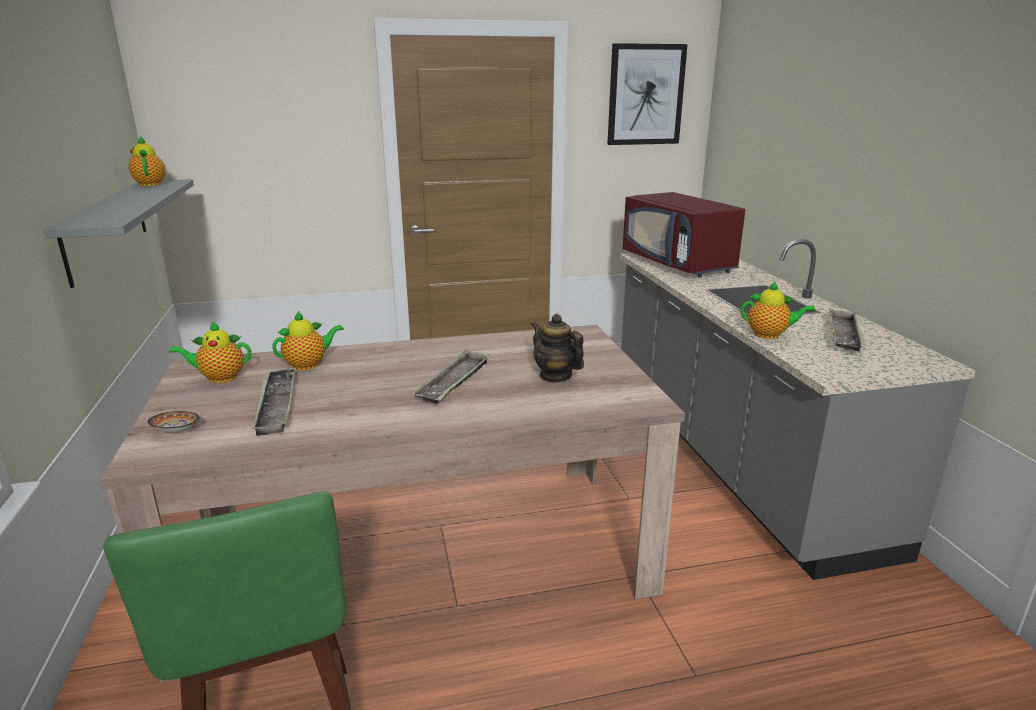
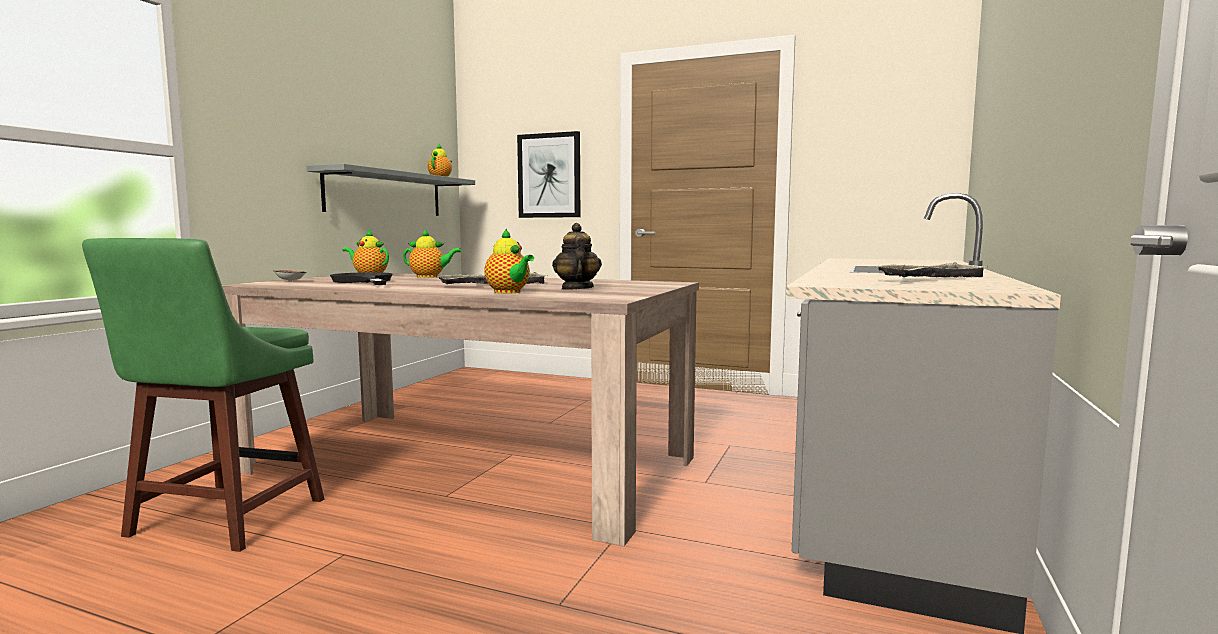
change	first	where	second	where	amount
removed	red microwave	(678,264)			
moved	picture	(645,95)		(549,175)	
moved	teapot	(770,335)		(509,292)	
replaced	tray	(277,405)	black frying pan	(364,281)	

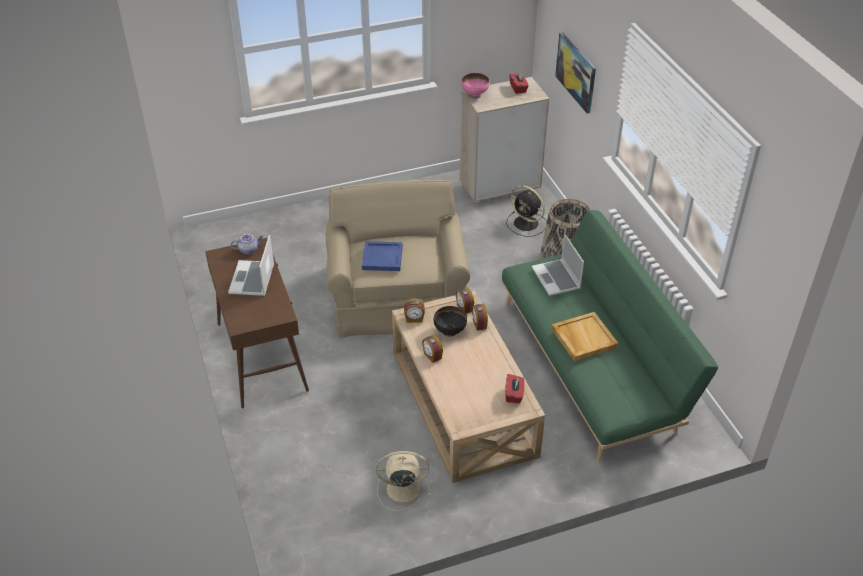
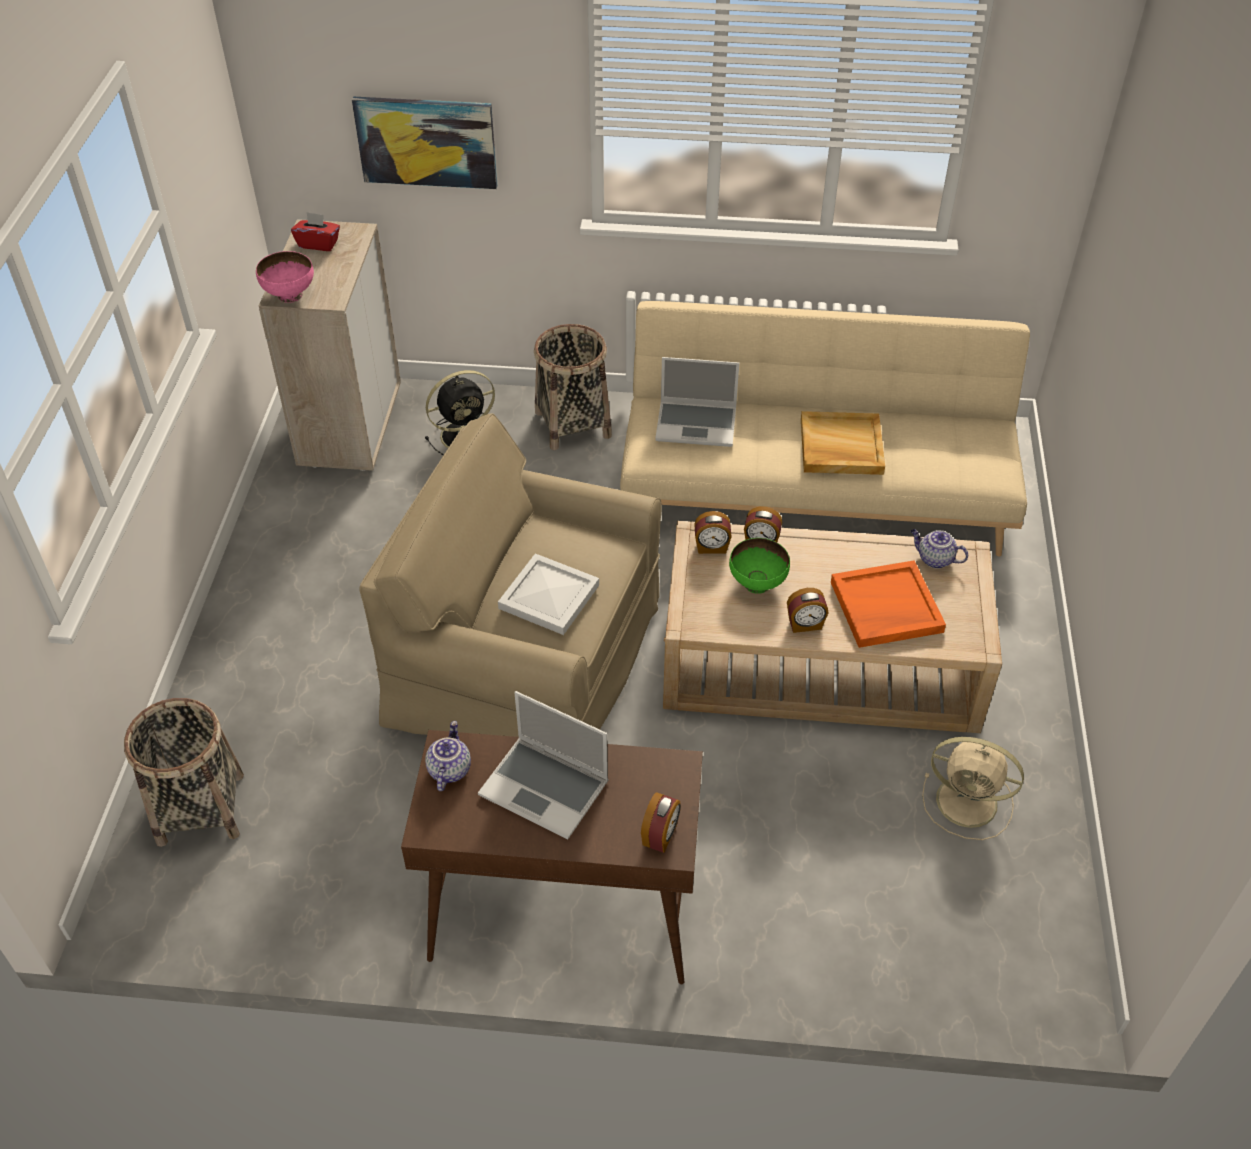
change	first	where	second	where	amount
added			basket	(200,808)	
added			orange tray	(885,608)	
moved	alarm clock	(414,319)		(660,835)	
replaced	red tissue box	(514,394)	teapot	(934,559)	
recoloured	blue tray	(382,257)	white tray	(547,597)	
recoloured	black bowl	(450,331)	green bowl	(758,583)	
recoloured	green sofa	(593,364)	beige sofa	(815,486)	
turned	beige fan	(401,489)		(969,803)	90 degrees counterclockwise

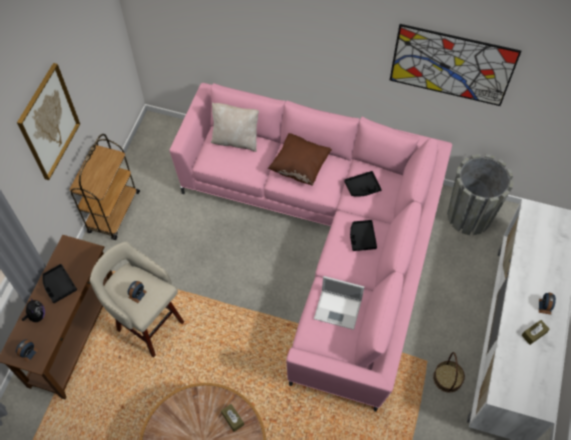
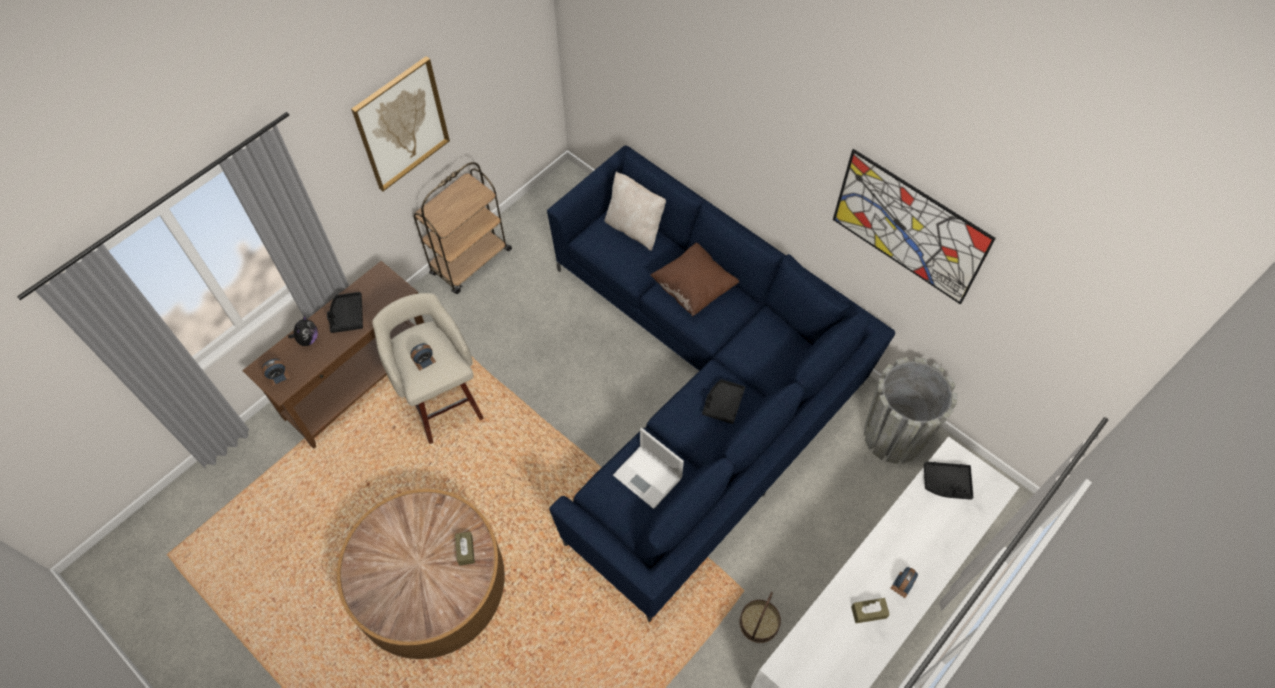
change	first	where	second	where	amount
moved	black tray	(362,187)		(946,483)	
recoloured	pink sofa	(326,238)	blue sofa	(698,390)	

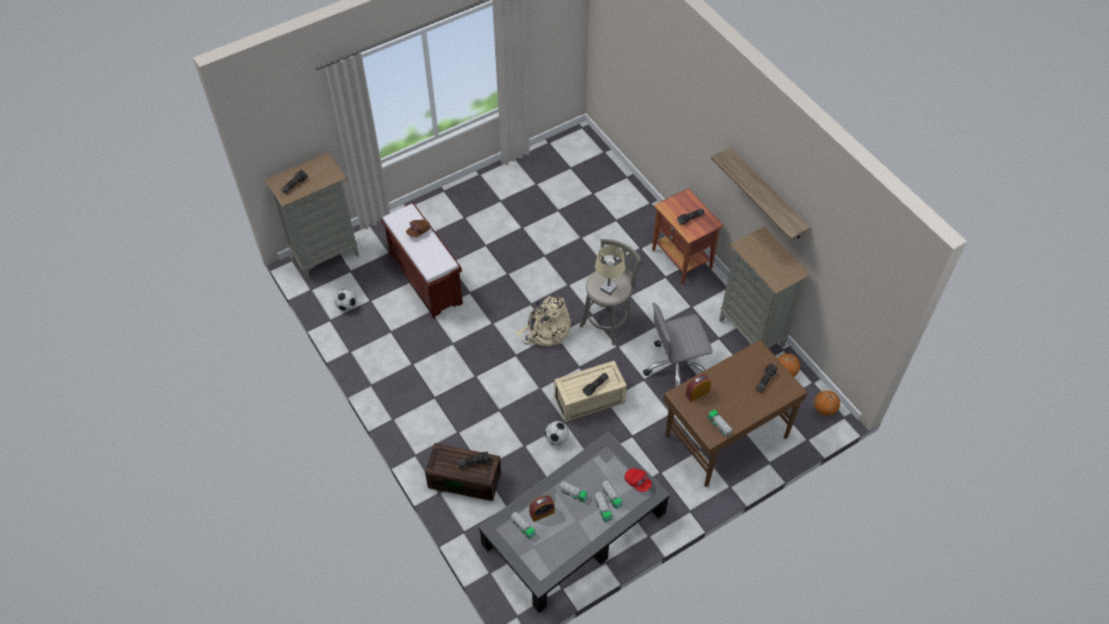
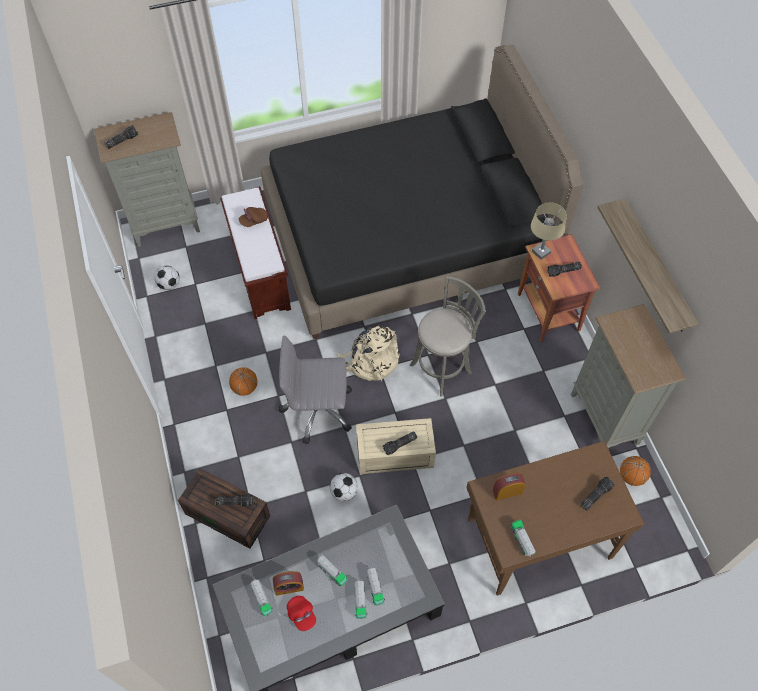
change	first	where	second	where	amount
added			black bed	(406,237)	
moved	beige table lamp	(608,288)		(540,252)	
moved	red cap	(637,482)		(301,615)	
moved	grey office chair	(675,367)		(318,410)	
moved	basketball	(824,409)		(245,388)	

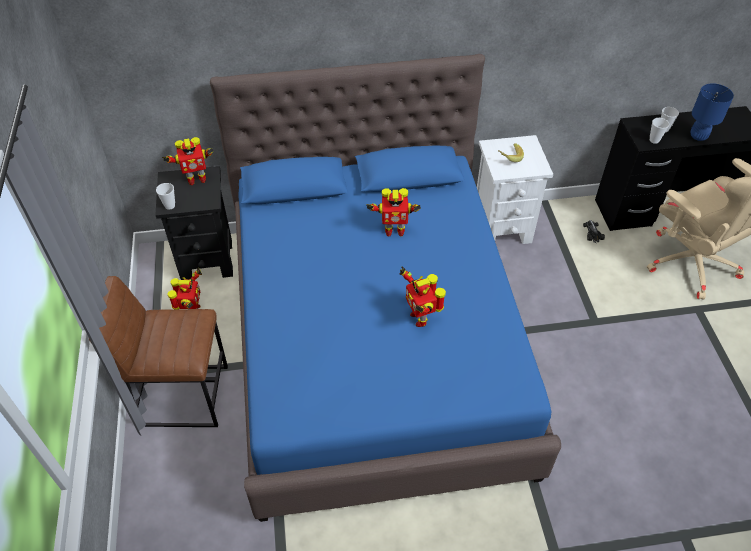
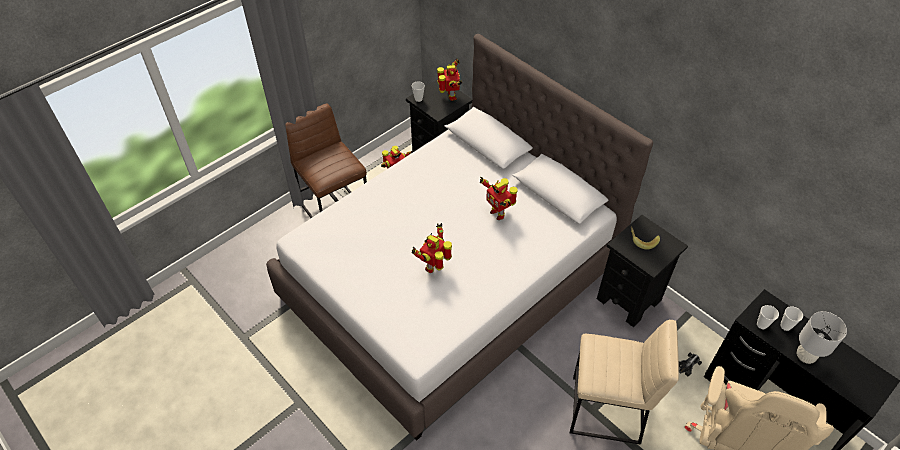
change	first	where	second	where	amount
added			beige chair	(607,410)	
recoloured	blue bed	(375,344)	white bed	(450,281)	
recoloured	white nightstand	(503,228)	black nightstand	(628,300)	
recoloured	blue table lamp	(697,136)	grey table lamp	(805,356)	
turned	toy robot	(196,179)		(450,96)	135 degrees counterclockwise

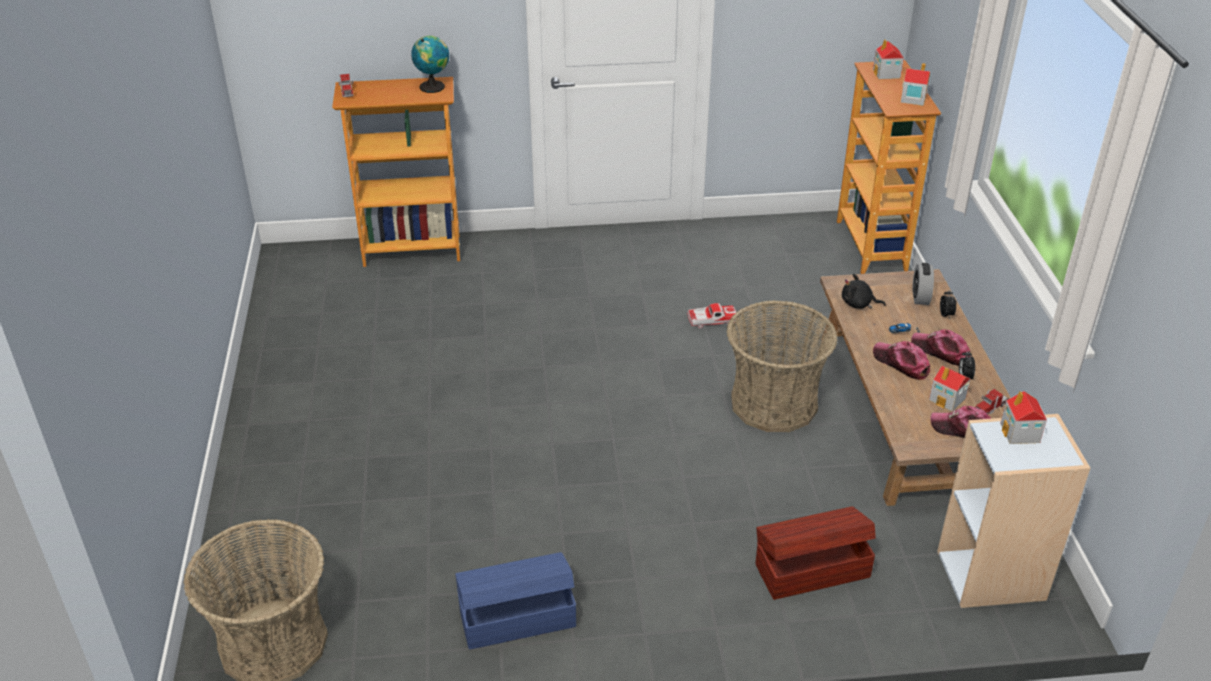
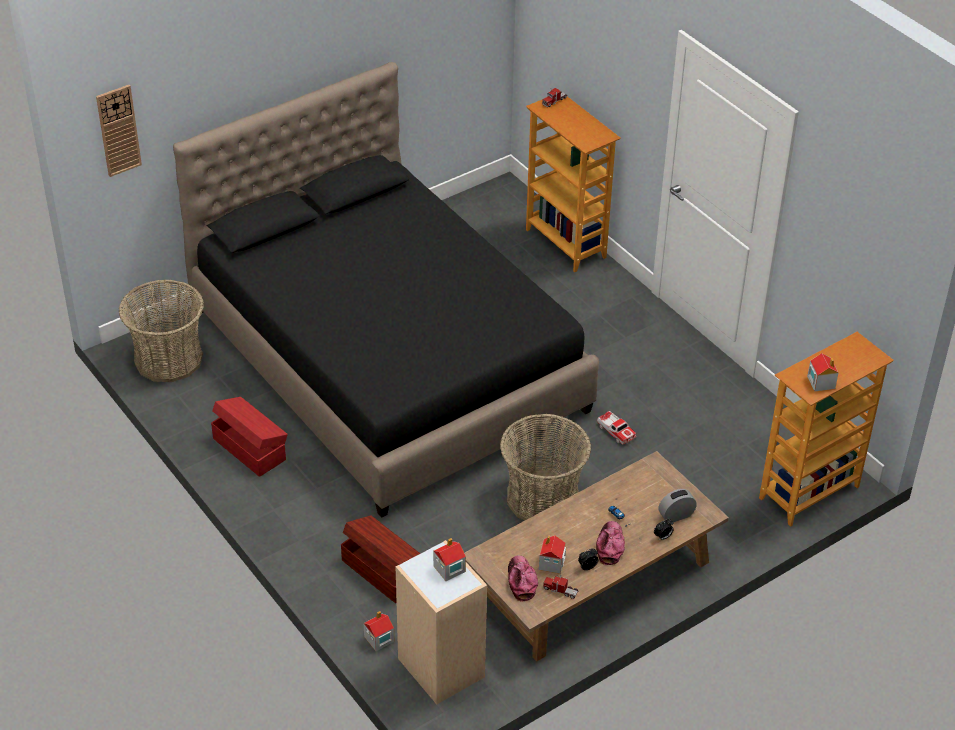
change	first	where	second	where	amount
removed	globe	(433,86)			
removed	black plush toy	(858,304)			
removed	cap	(901,363)			
added			wall clock	(118,130)	
added			black bed	(387,359)	
moved	toy house	(886,74)		(378,639)	
recoloured	blue storage box	(516,617)	red storage box	(249,448)	

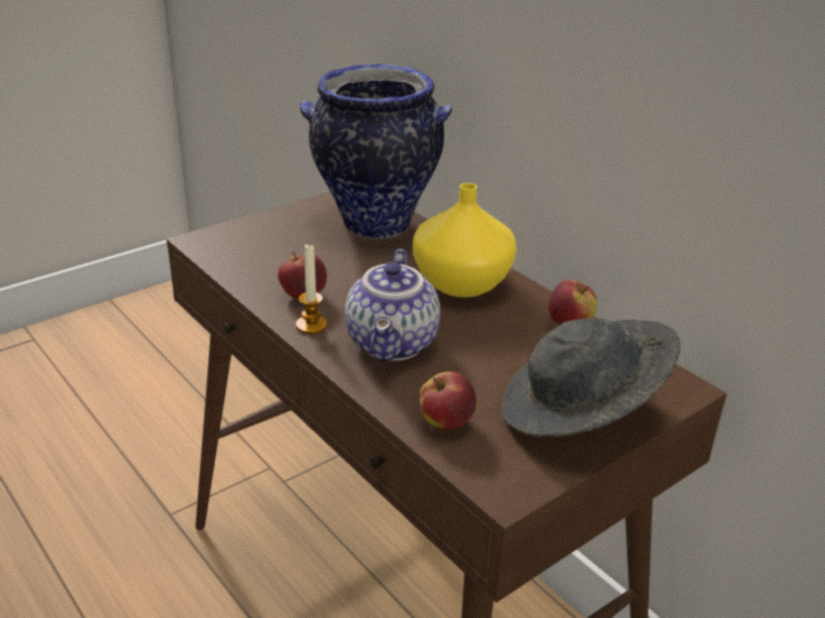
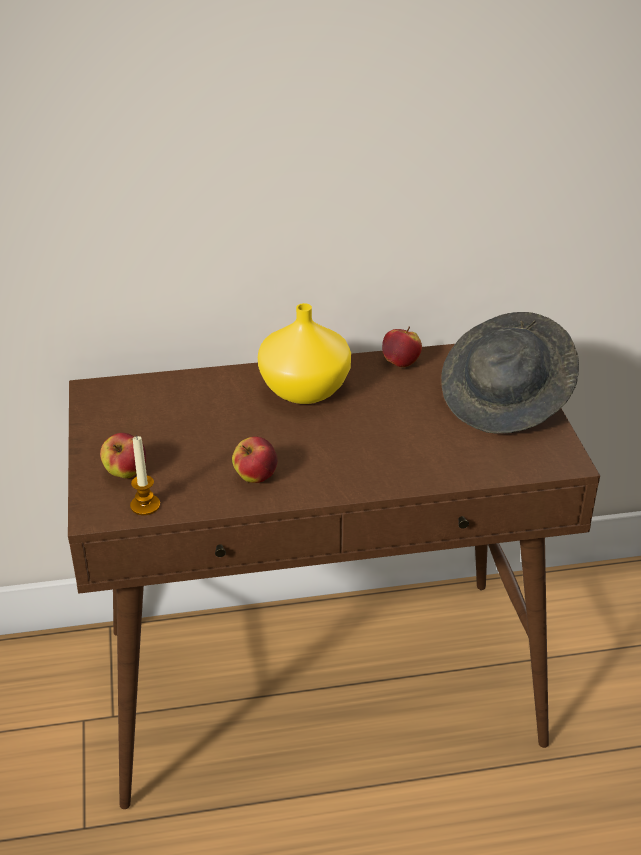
change	first	where	second	where	amount
removed	vase	(374,225)			
removed	teapot	(394,344)			
moved	candle	(311,325)		(145,505)	
moved	apple	(446,422)		(125,473)	

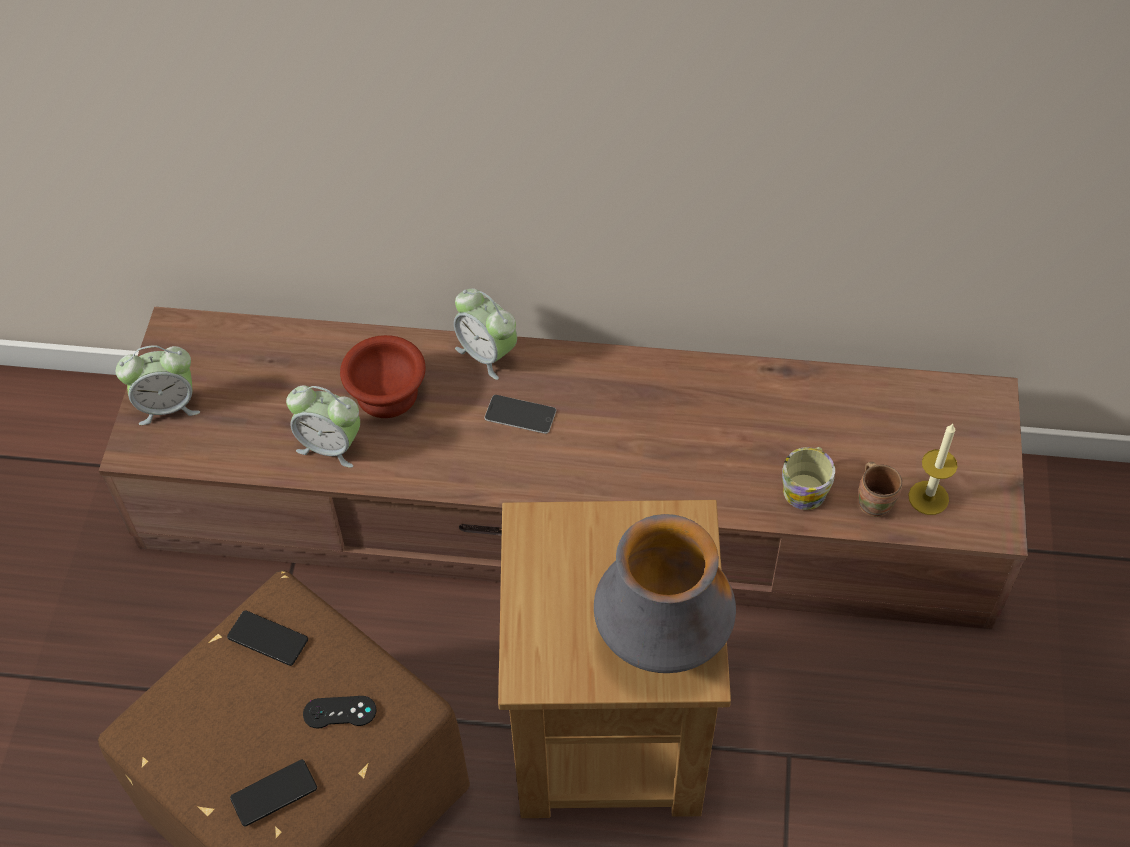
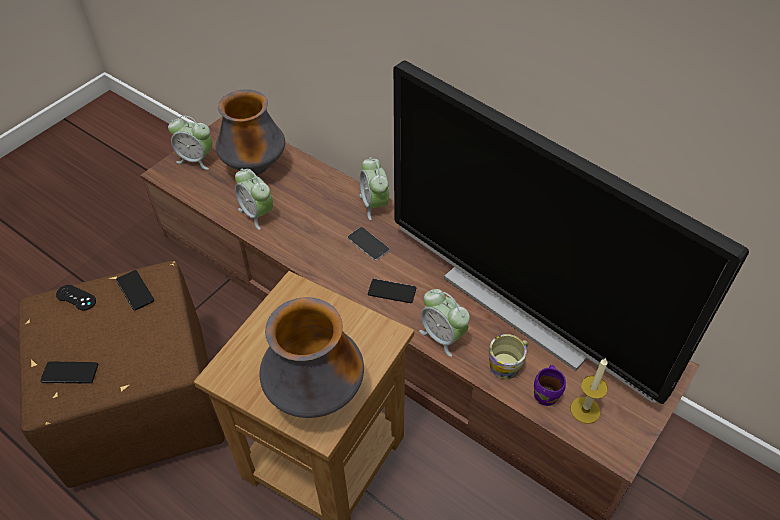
change	first	where	second	where	amount
removed	brown bowl	(386,396)			
added			vase	(255,168)	
added			phone	(392,291)	
added			television	(522,307)	
added			alarm clock	(443,336)	
moved	black game controller	(339,712)		(76,298)	
recoloured	brown mug	(875,502)	purple mug	(547,395)	

